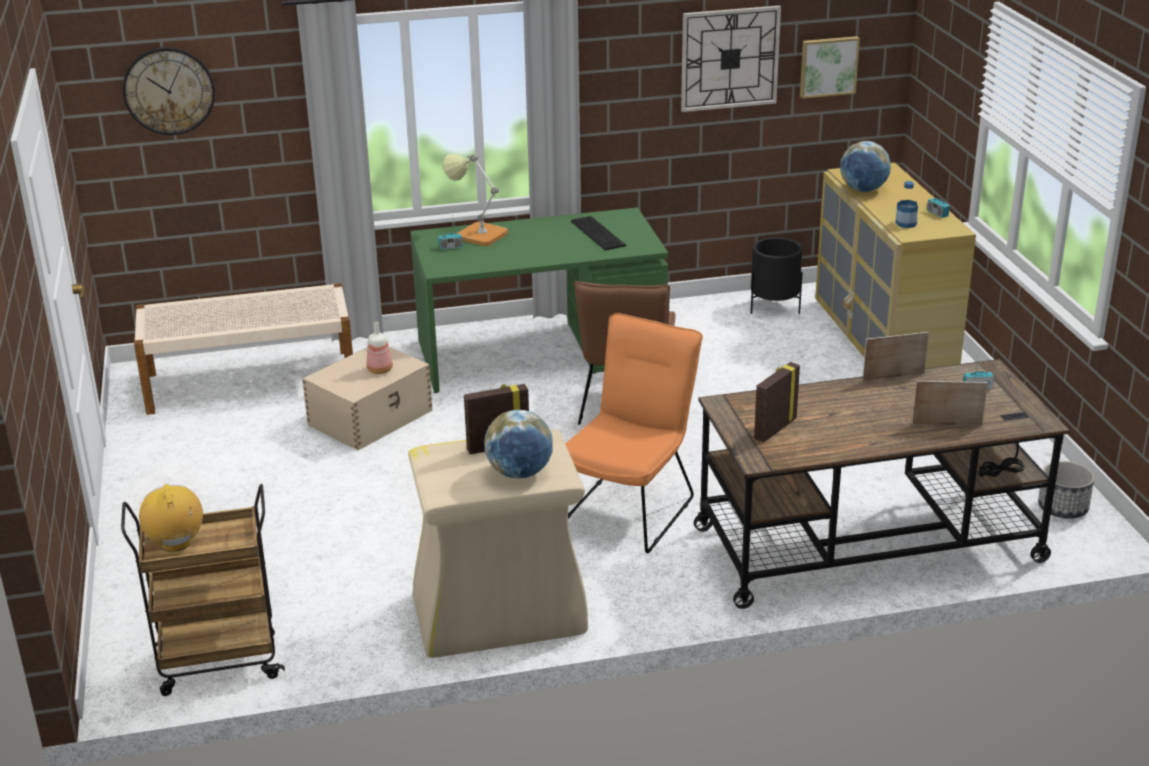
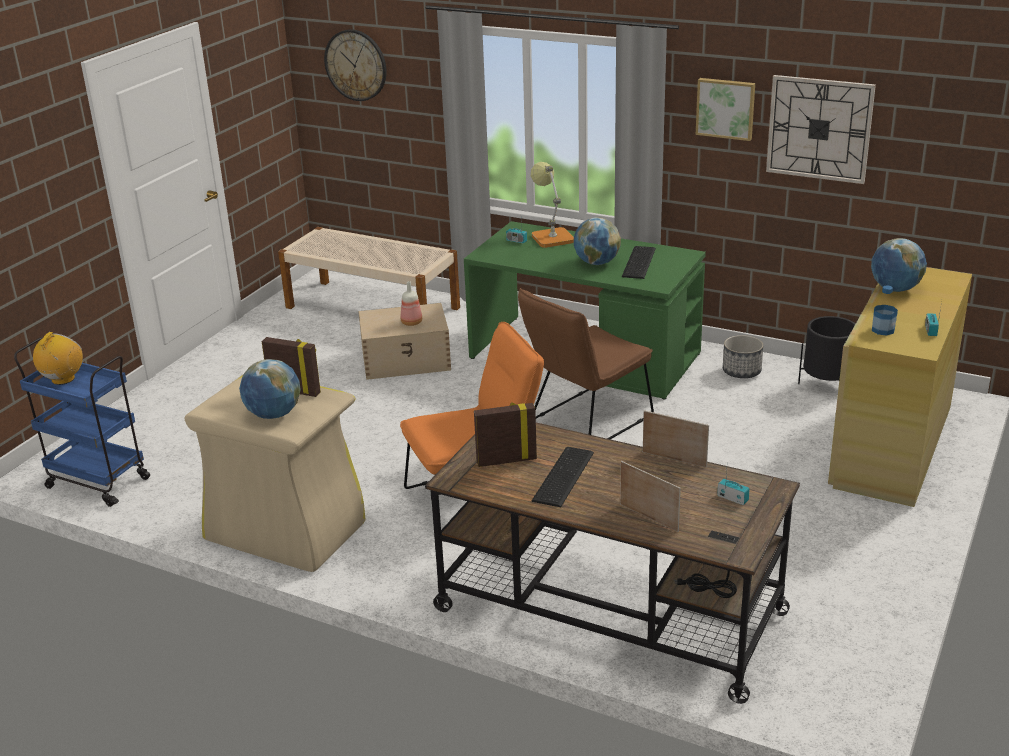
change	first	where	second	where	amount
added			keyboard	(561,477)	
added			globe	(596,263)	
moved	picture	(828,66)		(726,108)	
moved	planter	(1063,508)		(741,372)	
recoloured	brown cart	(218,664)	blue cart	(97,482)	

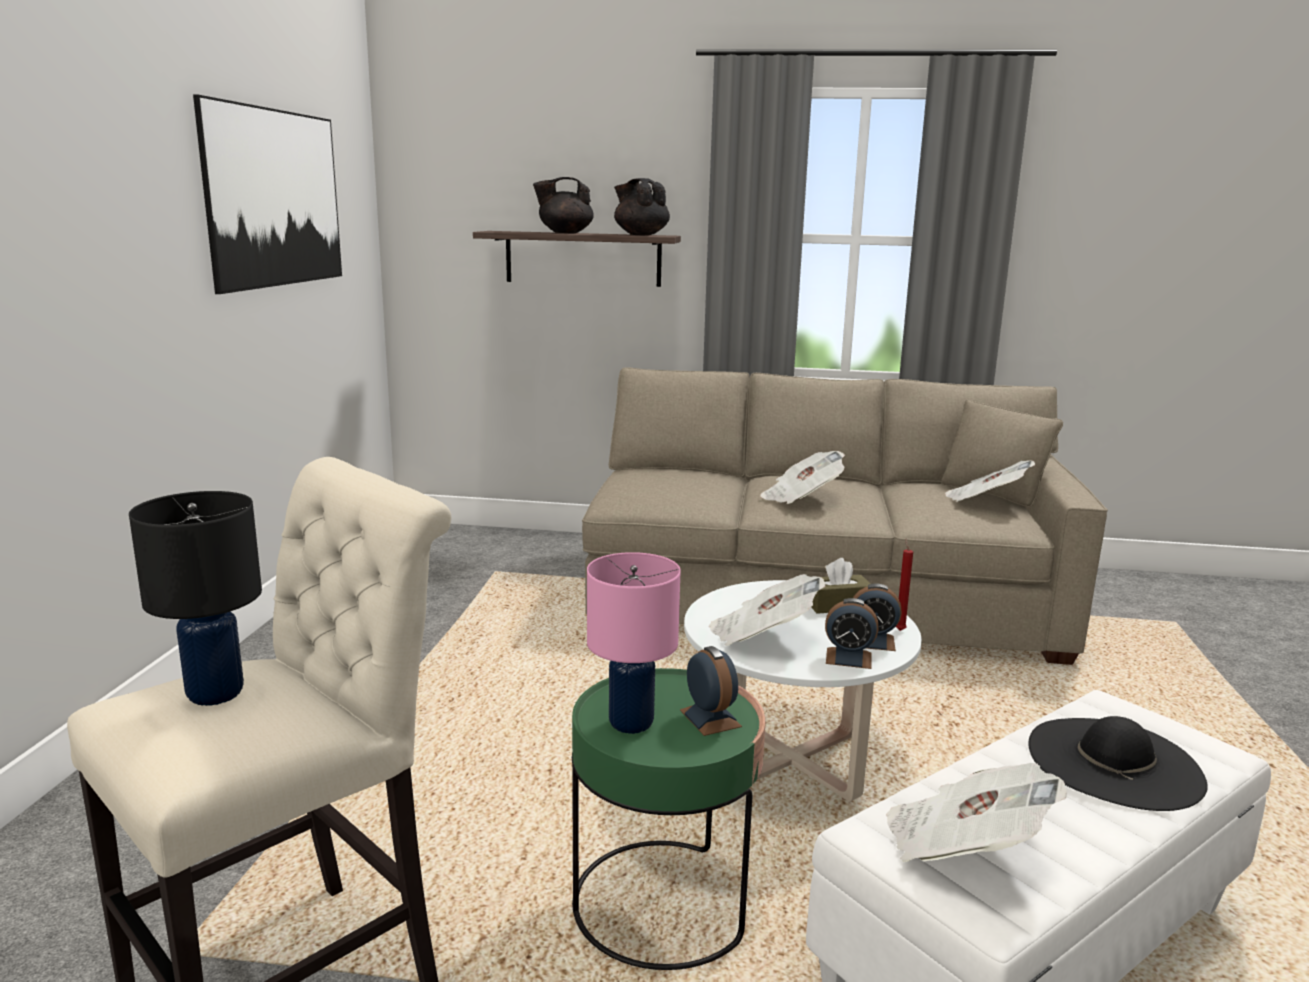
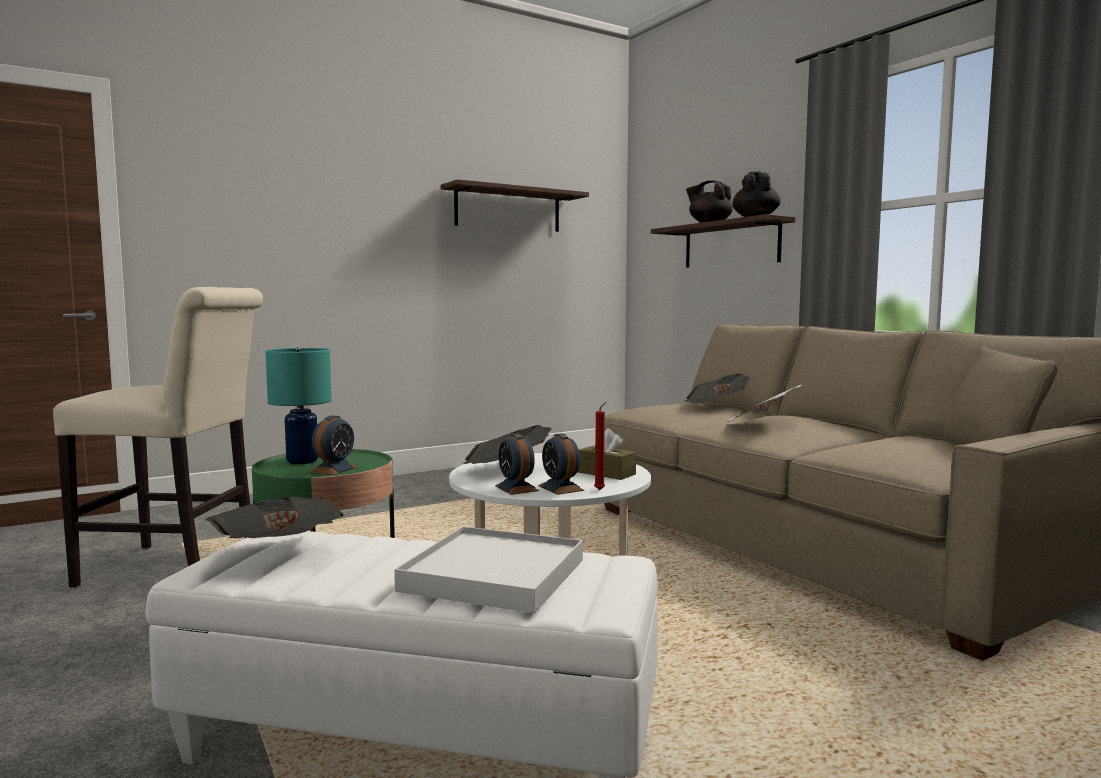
change	first	where	second	where	amount
removed	black table lamp	(212,695)			
moved	newspaper	(984,501)		(716,407)	
replaced	picture	(276,198)	shelf	(508,209)	
replaced	black hat	(1114,762)	white tray	(494,575)	
recoloured	pink table lamp	(628,724)	turquoise table lamp	(301,461)	

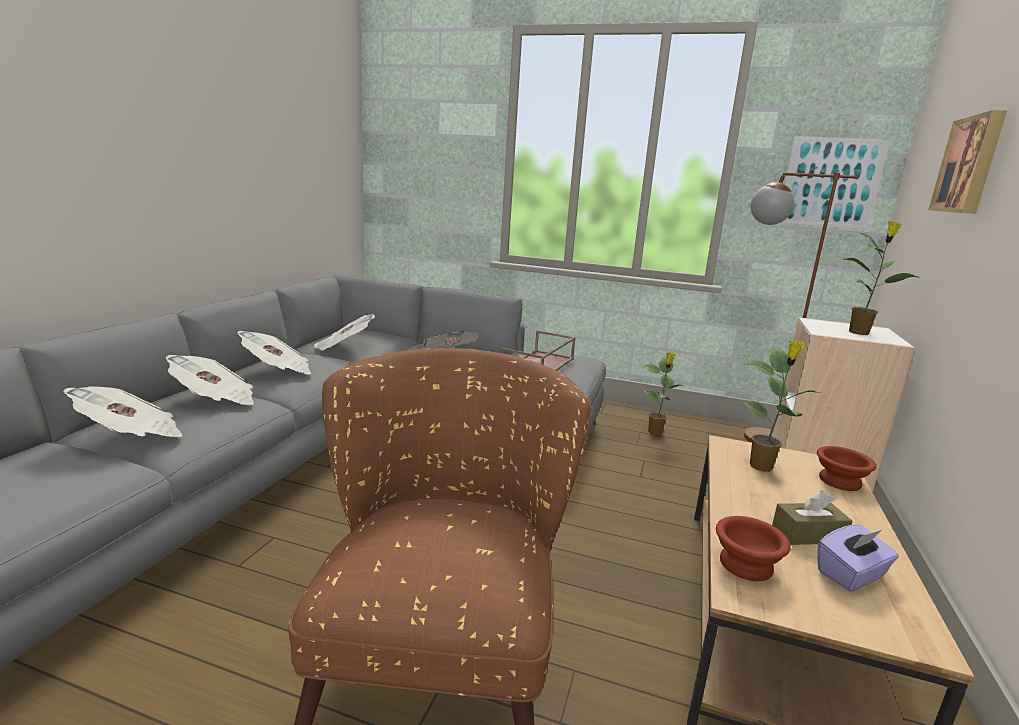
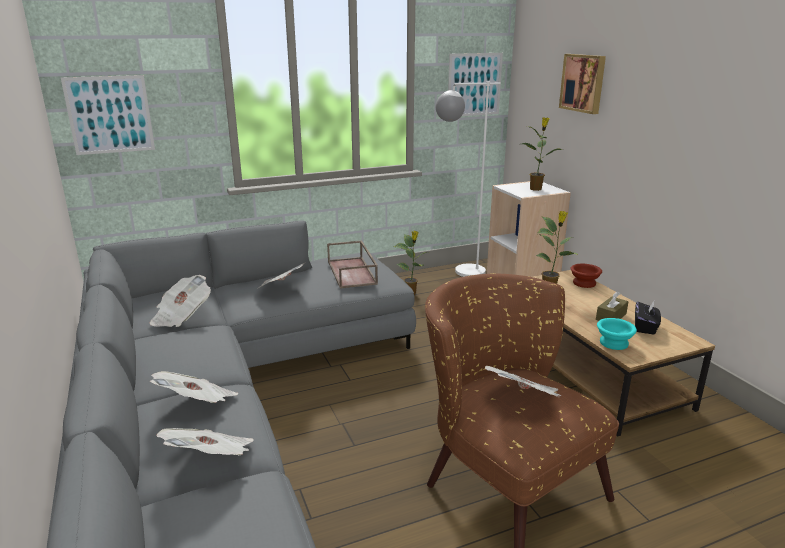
change	first	where	second	where	amount
added			picture	(110,115)	
moved	newspaper	(278,370)		(524,399)	
recoloured	brown bowl	(748,566)	turquoise bowl	(615,343)	
recoloured	brown floor lamp	(749,435)	white floor lamp	(459,272)	
recoloured	purple tissue box	(851,575)	black tissue box	(645,327)	

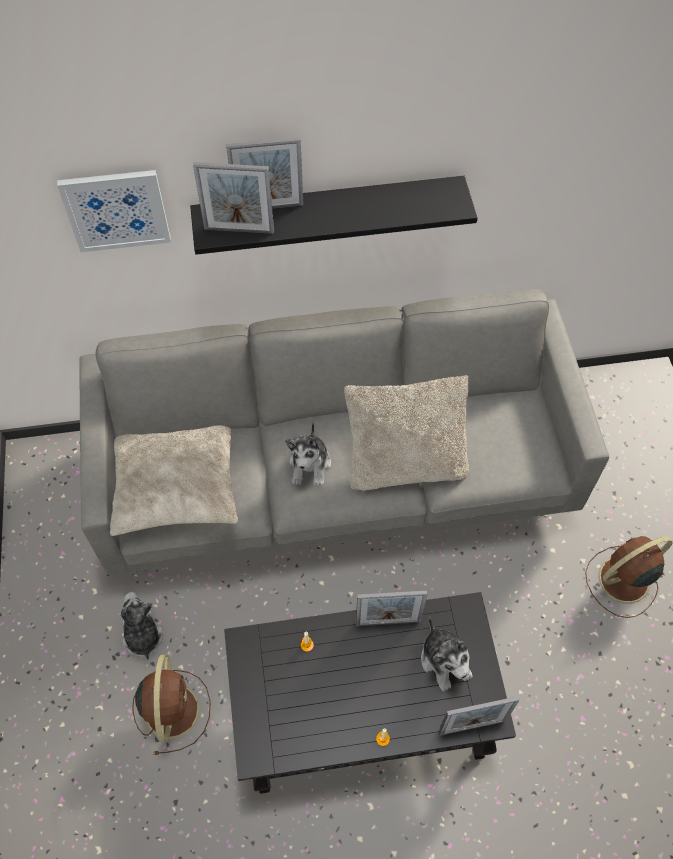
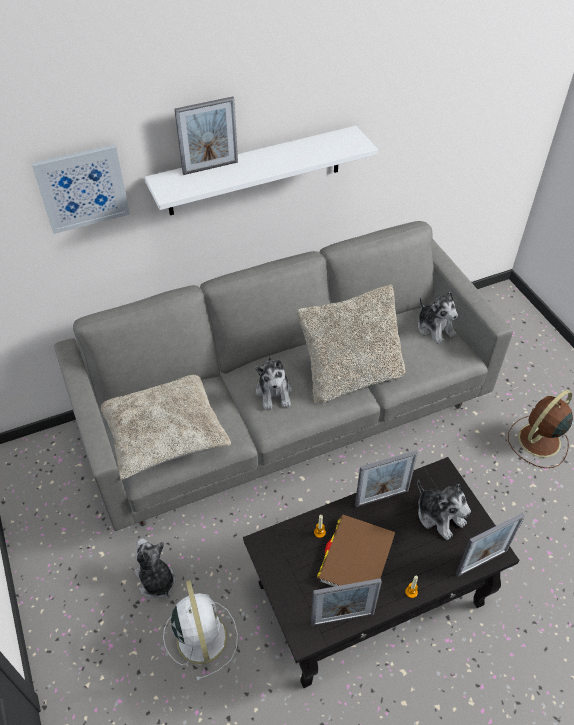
change	first	where	second	where	amount
added			brown book	(356,558)	
added			plush toy	(435,328)	
moved	picture frame	(239,230)		(342,618)	
recoloured	brown fan	(172,708)	white fan	(201,635)	
recoloured	black shelf	(329,212)	white shelf	(255,171)	

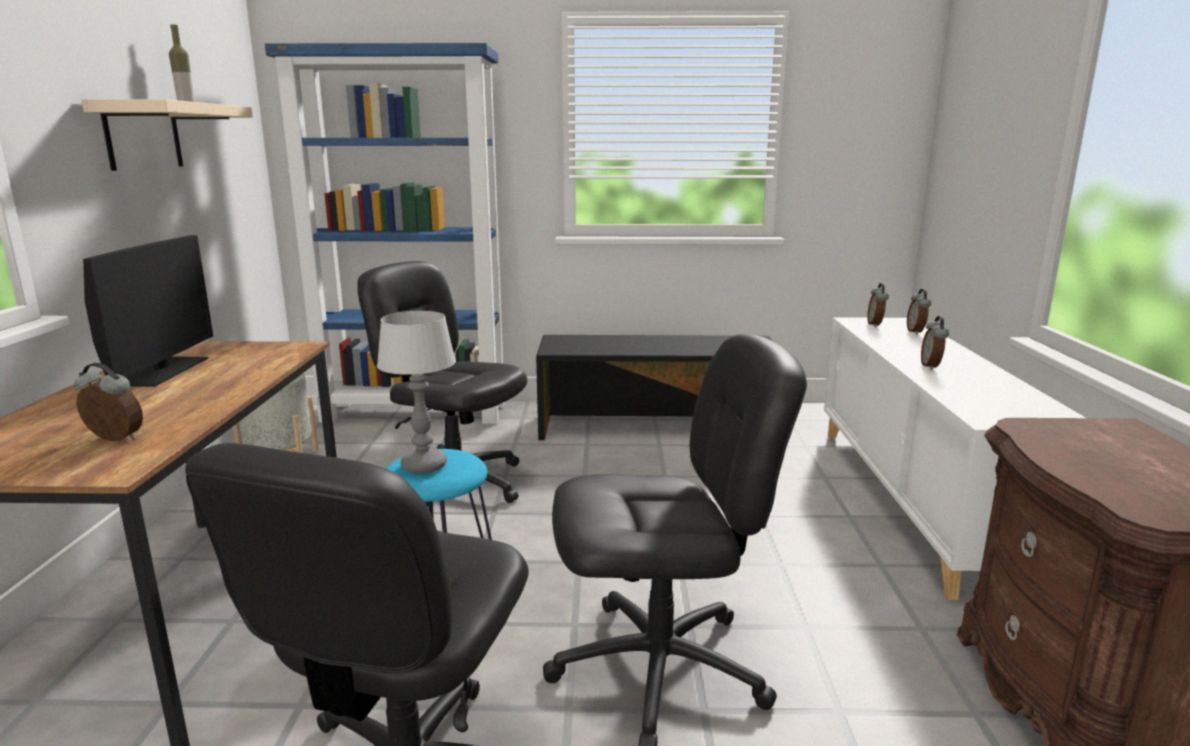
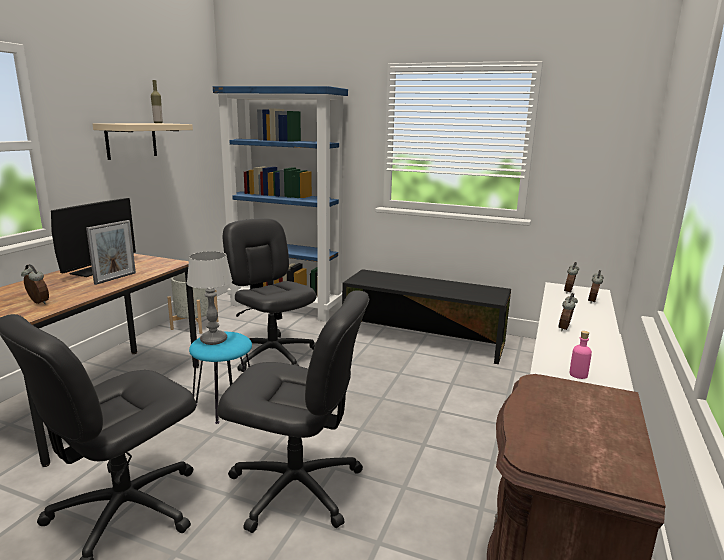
change	first	where	second	where	amount
added			picture frame	(115,278)	
added			pink bottle	(578,374)	

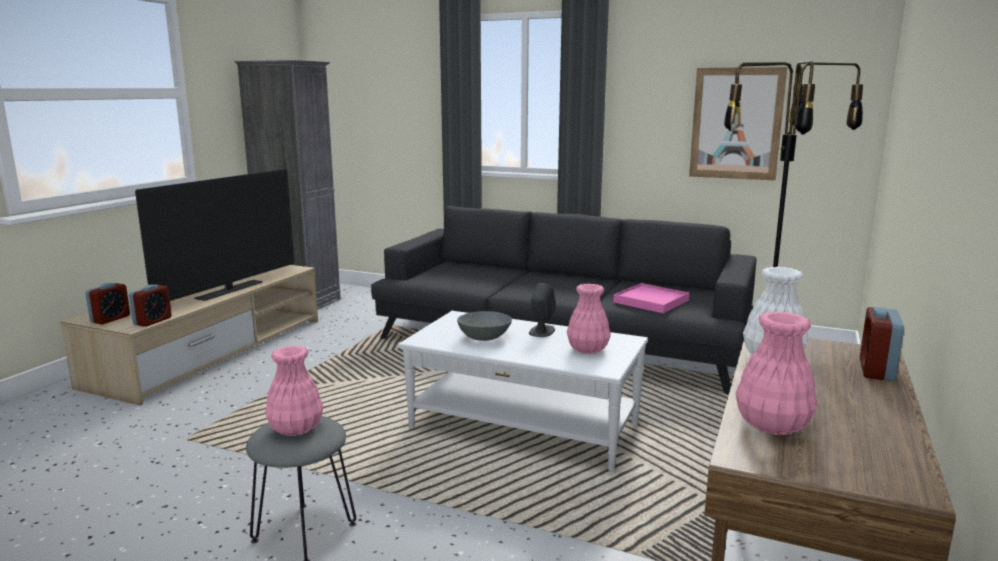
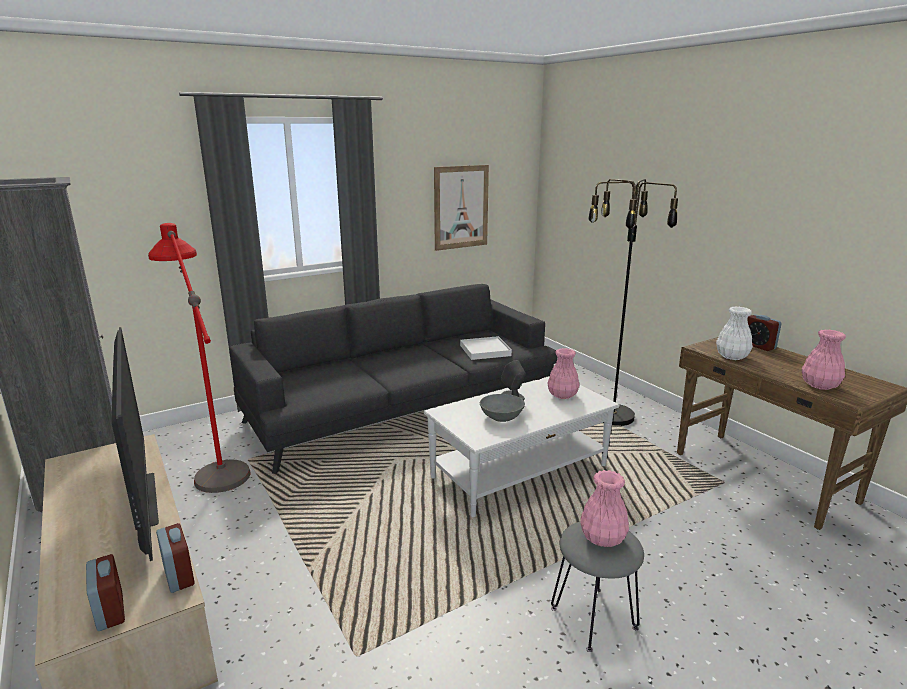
change	first	where	second	where	amount
added			red floor lamp	(214,460)	
recoloured	pink tray	(651,301)	white tray	(485,350)	

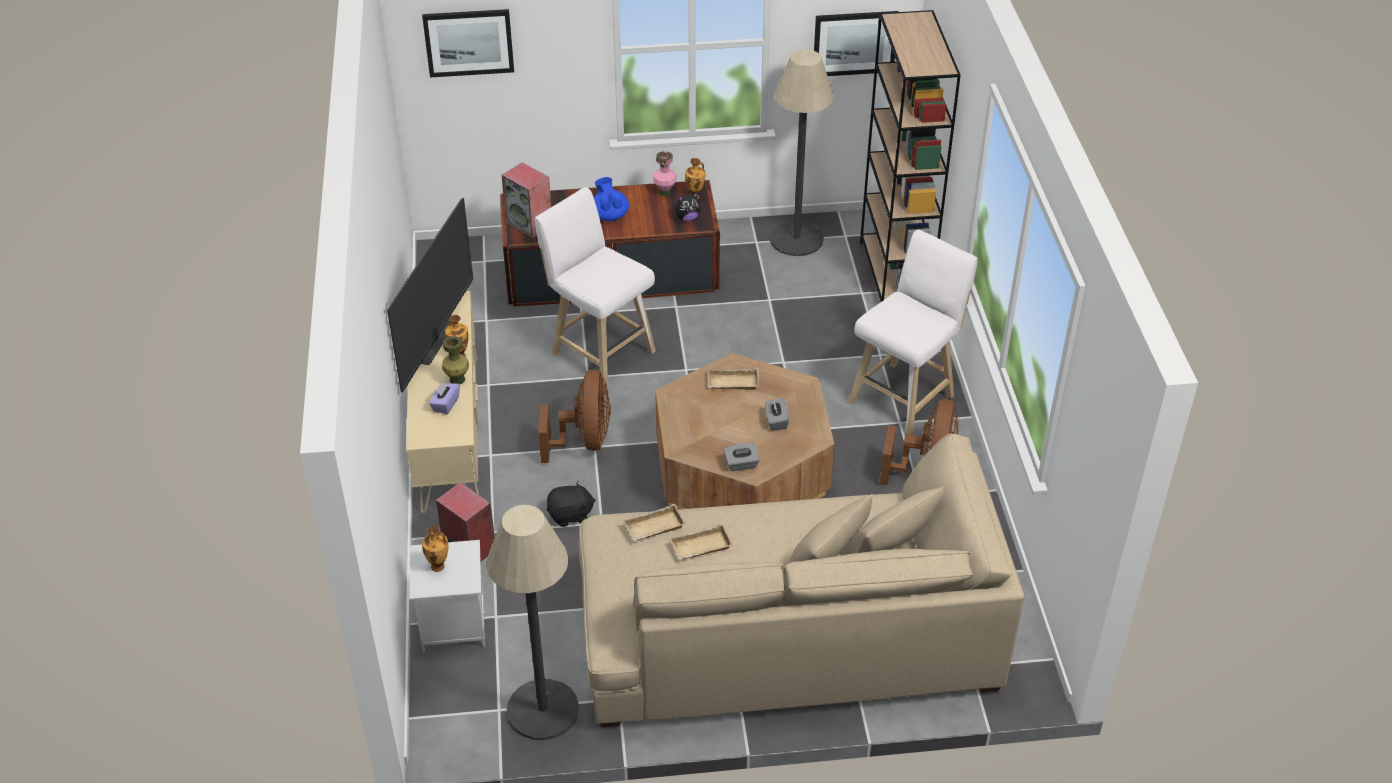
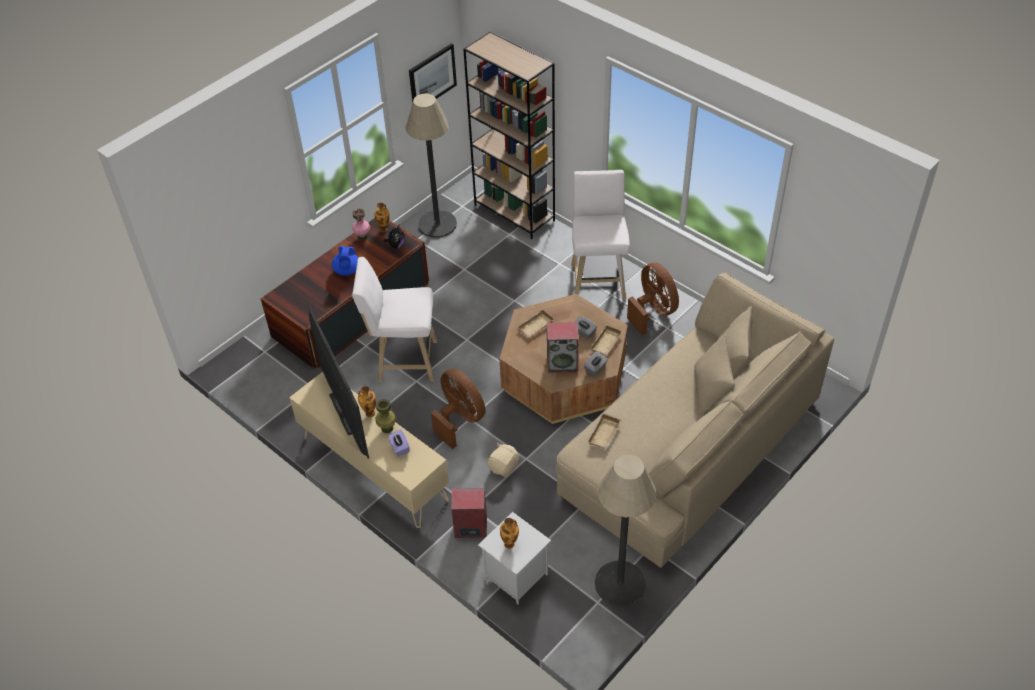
change	first	where	second	where	amount
removed	picture	(469,42)			
moved	speaker	(530,224)		(563,362)	
moved	beige tray	(700,548)		(607,343)	
recoloured	black plush toy	(570,515)	beige plush toy	(504,467)	
turned	blue teapot	(609,215)		(347,271)	120 degrees counterclockwise

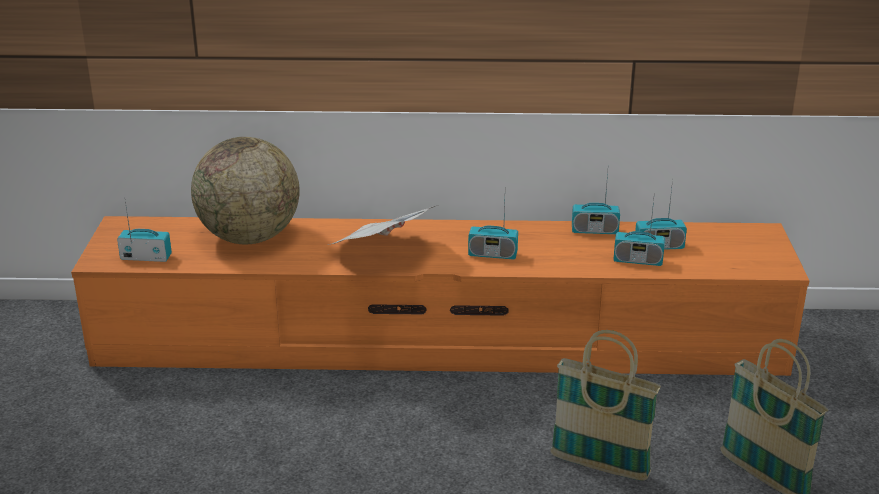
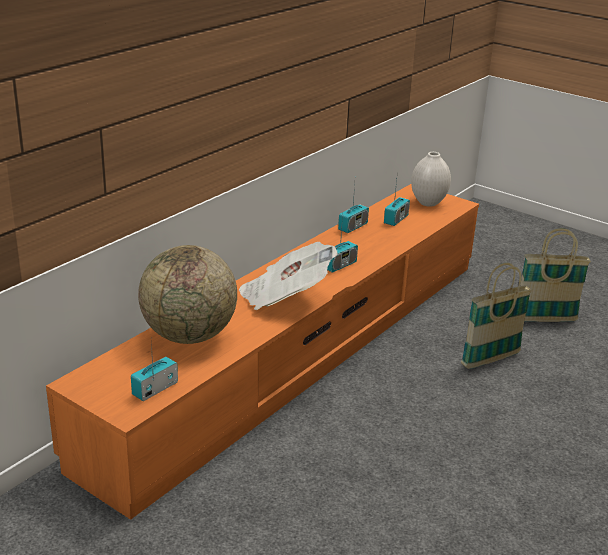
change	first	where	second	where	amount
removed	radio	(638,260)			
added			white vase	(428,203)	

